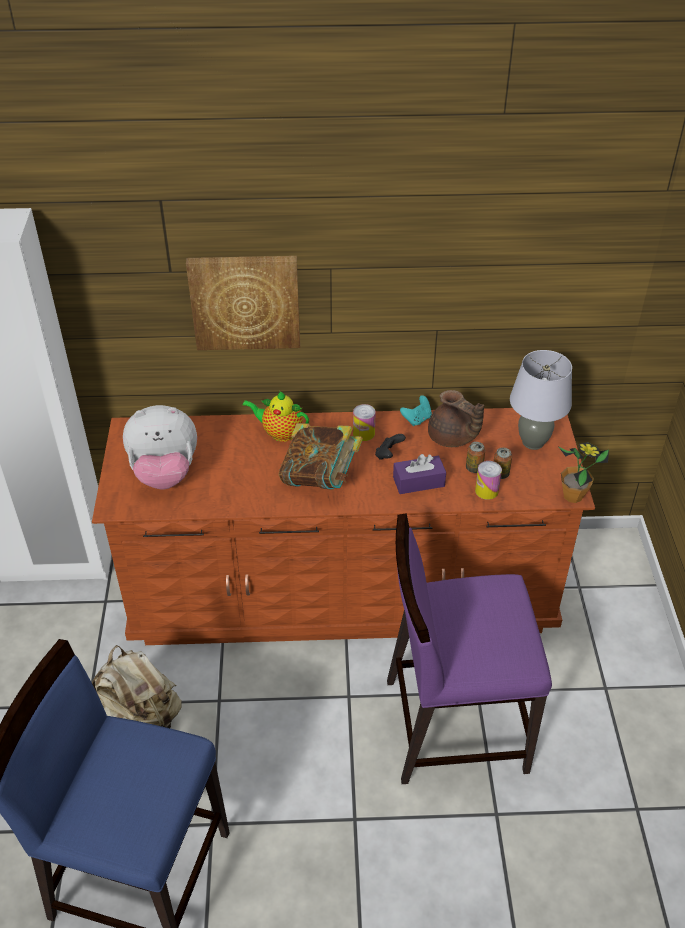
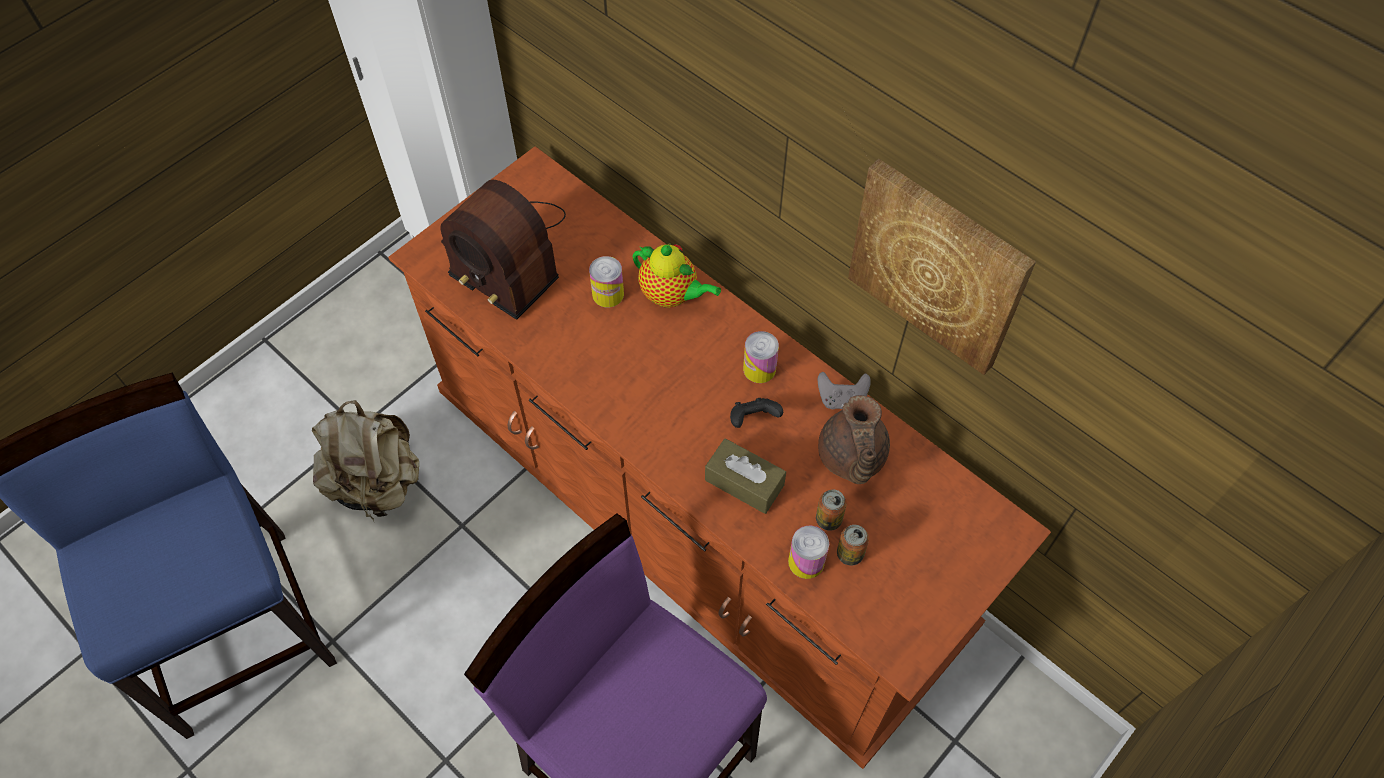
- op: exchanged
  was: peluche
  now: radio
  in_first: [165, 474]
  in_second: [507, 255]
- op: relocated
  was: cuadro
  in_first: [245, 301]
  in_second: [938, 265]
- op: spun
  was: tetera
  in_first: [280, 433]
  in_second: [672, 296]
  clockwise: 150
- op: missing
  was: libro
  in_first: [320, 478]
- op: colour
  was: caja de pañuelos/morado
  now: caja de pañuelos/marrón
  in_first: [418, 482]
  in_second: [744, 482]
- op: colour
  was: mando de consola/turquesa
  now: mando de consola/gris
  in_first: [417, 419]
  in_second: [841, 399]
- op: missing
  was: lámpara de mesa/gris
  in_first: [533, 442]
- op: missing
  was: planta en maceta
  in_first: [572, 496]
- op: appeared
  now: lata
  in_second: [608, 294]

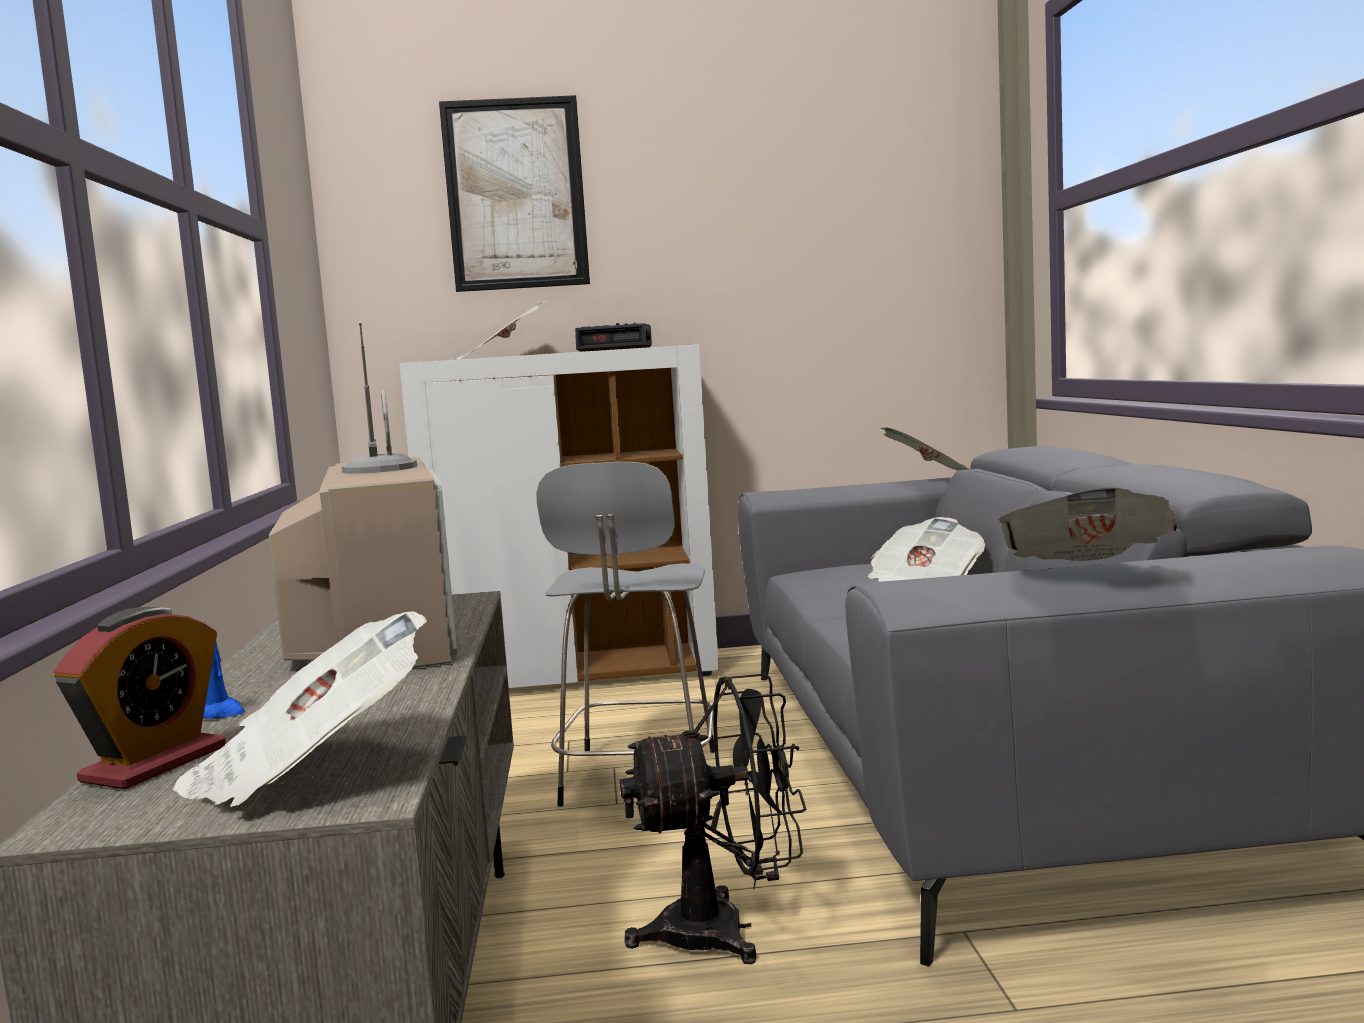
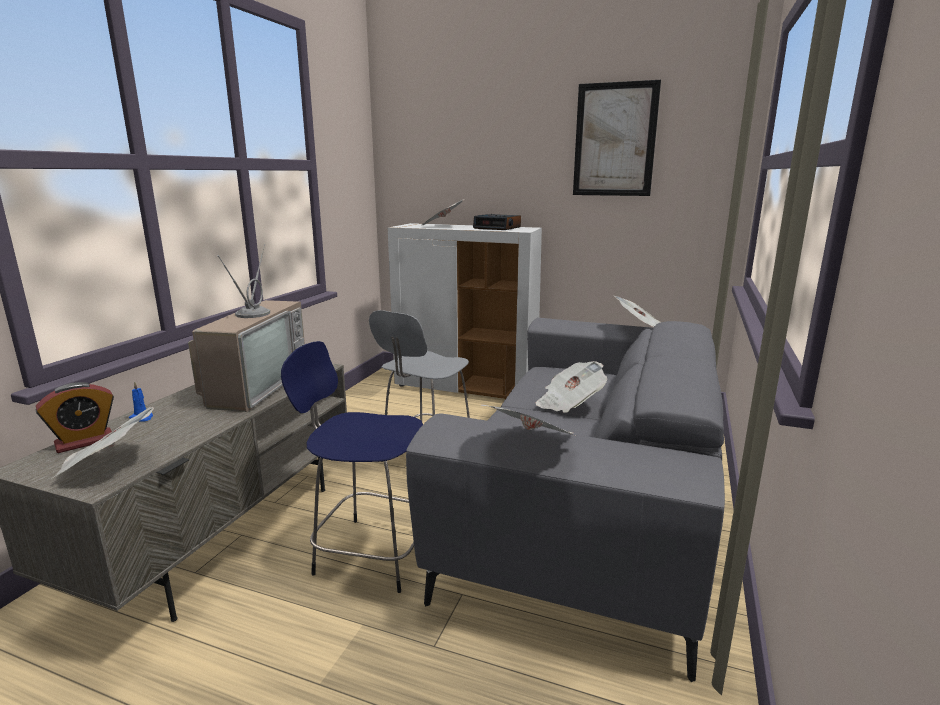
- op: relocated
  was: cuadro
  in_first: [516, 194]
  in_second: [614, 140]
- op: exchanged
  was: ventilador/negro
  now: taburete/azul
  in_first: [726, 930]
  in_second: [370, 552]

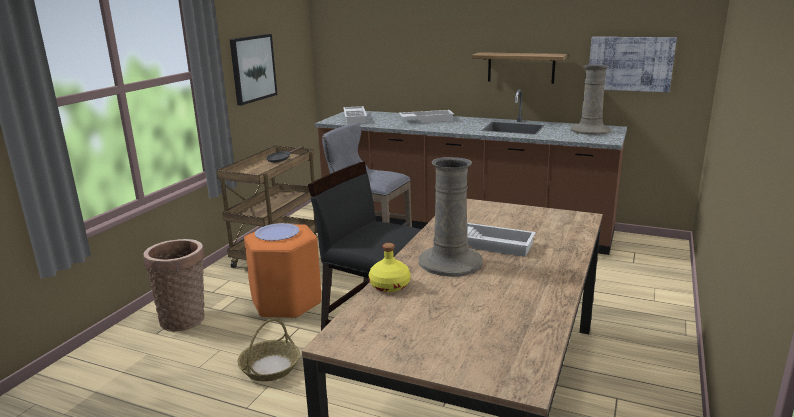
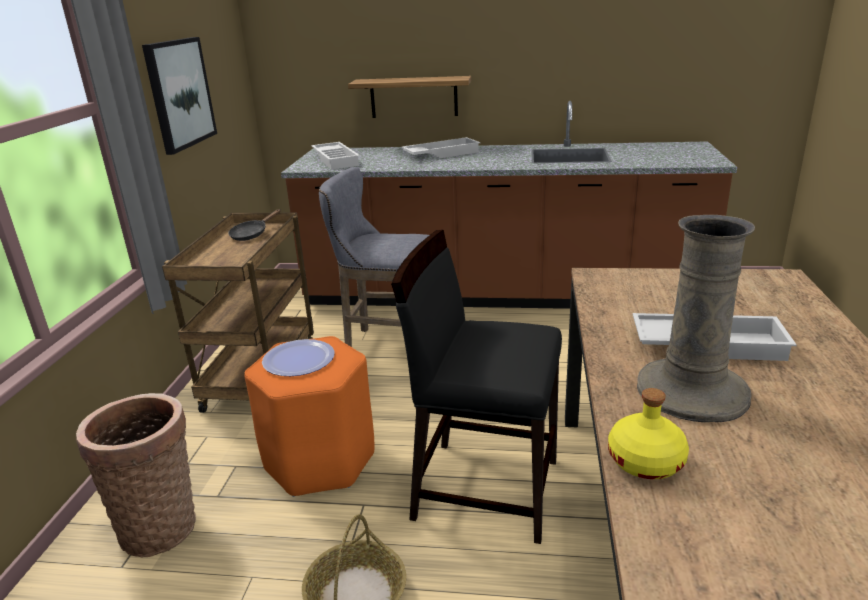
- op: relocated
  was: estante
  in_first: [521, 67]
  in_second: [413, 97]
- op: missing
  was: florero/beis
  in_first: [590, 130]
- op: missing
  was: cuadro
  in_first: [630, 63]

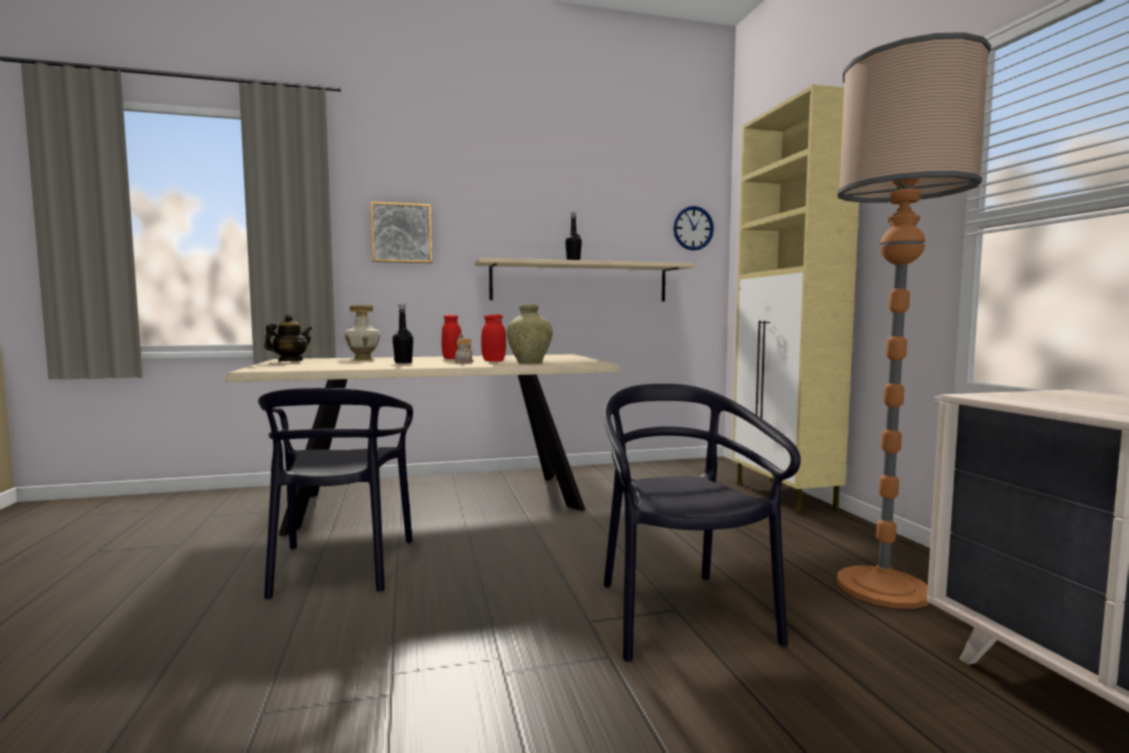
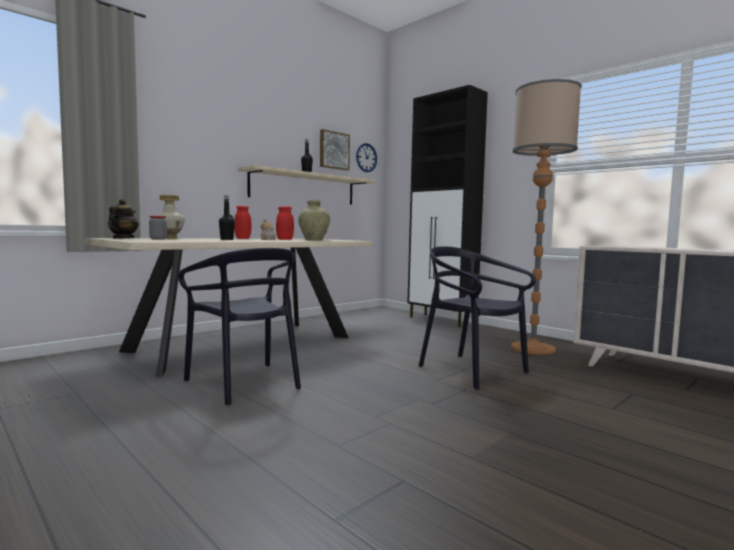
- op: relocated
  was: cuadro
  in_first: [401, 233]
  in_second: [333, 150]
- op: colour
  was: armario/beis
  now: armario/negro
  in_first: [784, 497]
  in_second: [442, 320]
- op: appeared
  now: tarro
  in_second: [158, 239]

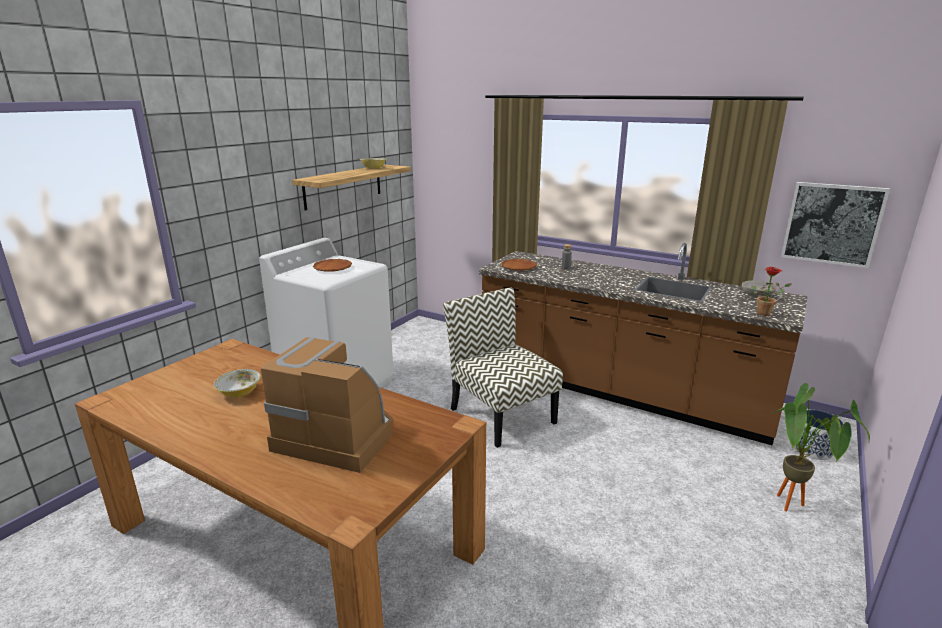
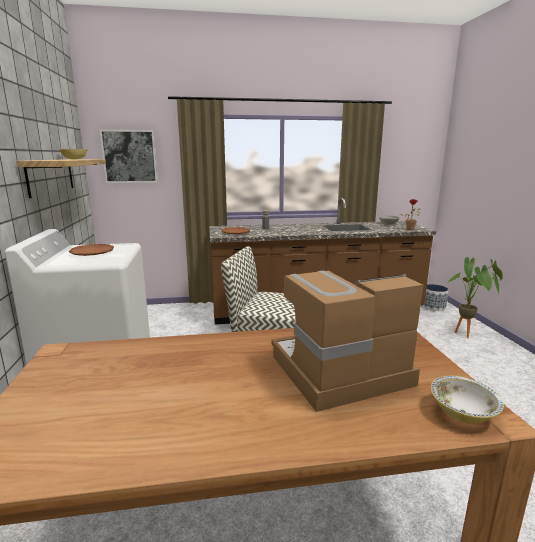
- op: relocated
  was: cuenco
  in_first: [239, 392]
  in_second: [462, 413]
- op: relocated
  was: cuadro
  in_first: [832, 224]
  in_second: [130, 156]

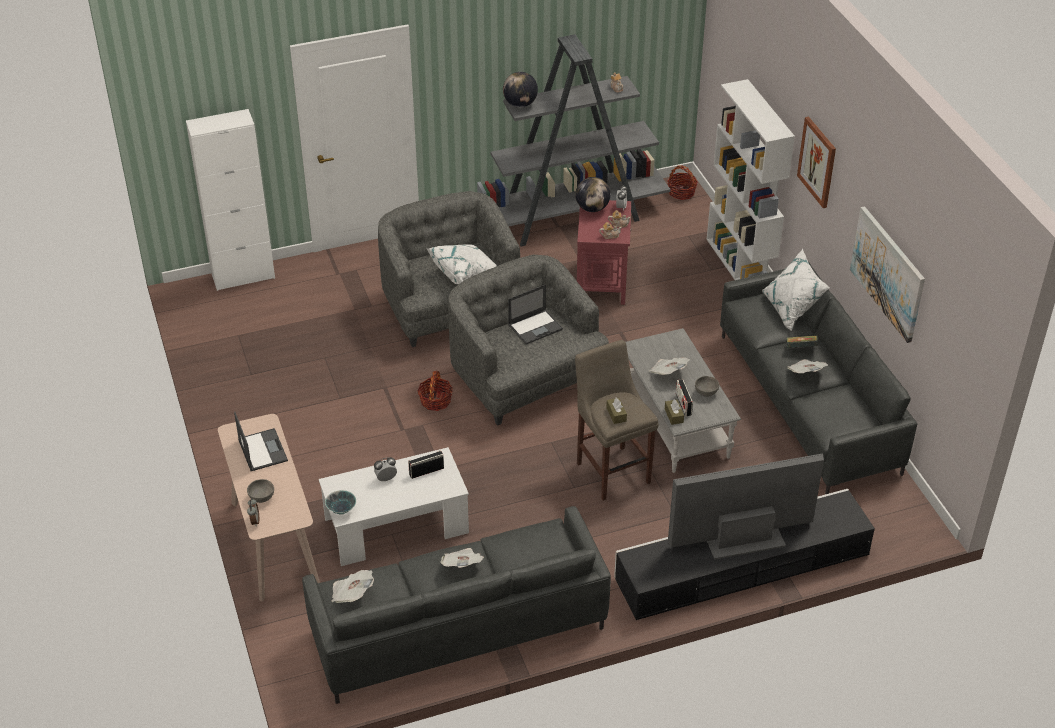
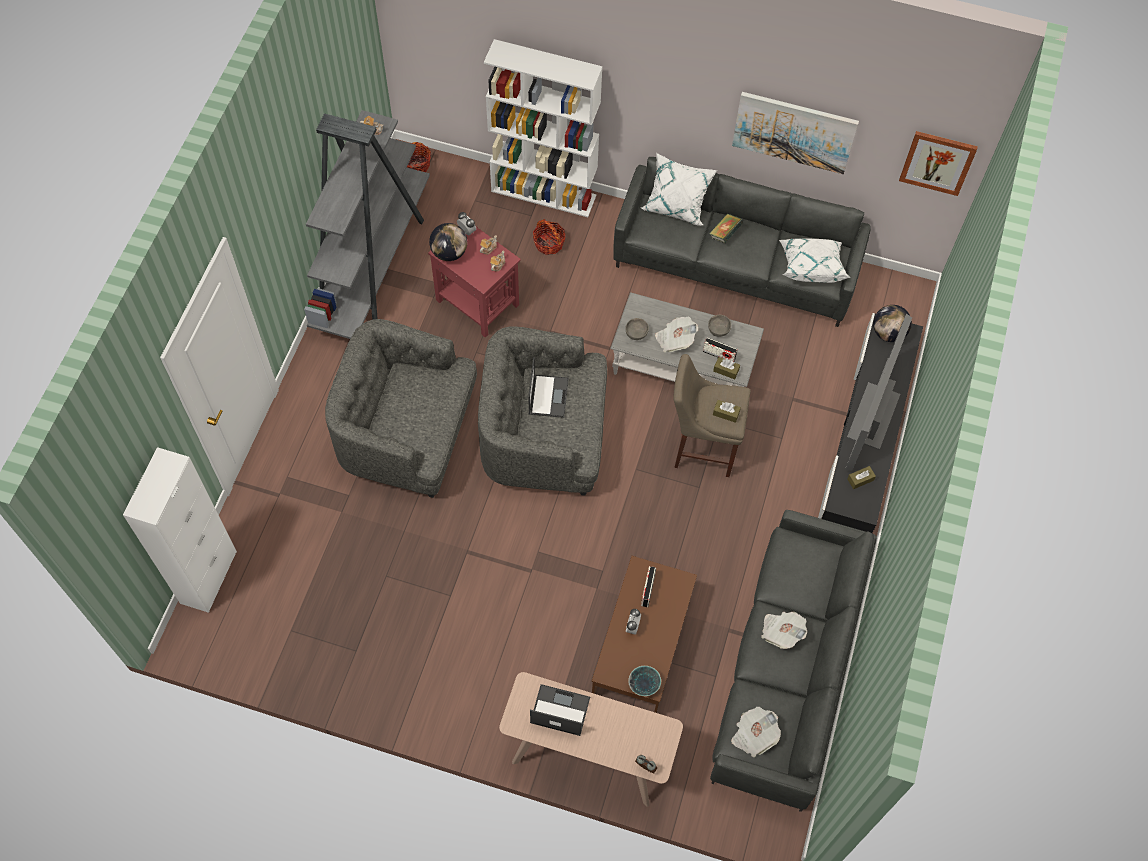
- op: relocated
  was: cuenco/gris
  in_first: [262, 498]
  in_second: [636, 334]
- op: colour
  was: mesa de centro/blanco
  now: mesa de centro/marrón
  in_first: [396, 526]
  in_second: [641, 646]
- op: relocated
  was: cesta
  in_first: [435, 401]
  in_second: [549, 243]
- op: relocated
  was: cojín/blanco
  in_first: [467, 274]
  in_second: [811, 266]
- op: relocated
  was: globo terráqueo
  in_first: [520, 104]
  in_second: [888, 333]
- op: missing
  was: periódico
  in_first: [806, 374]
- op: relocated
  was: cuadro
  in_first: [817, 162]
  in_second: [937, 162]
- op: appeared
  now: caja de pañuelos/marrón
  in_second: [860, 479]

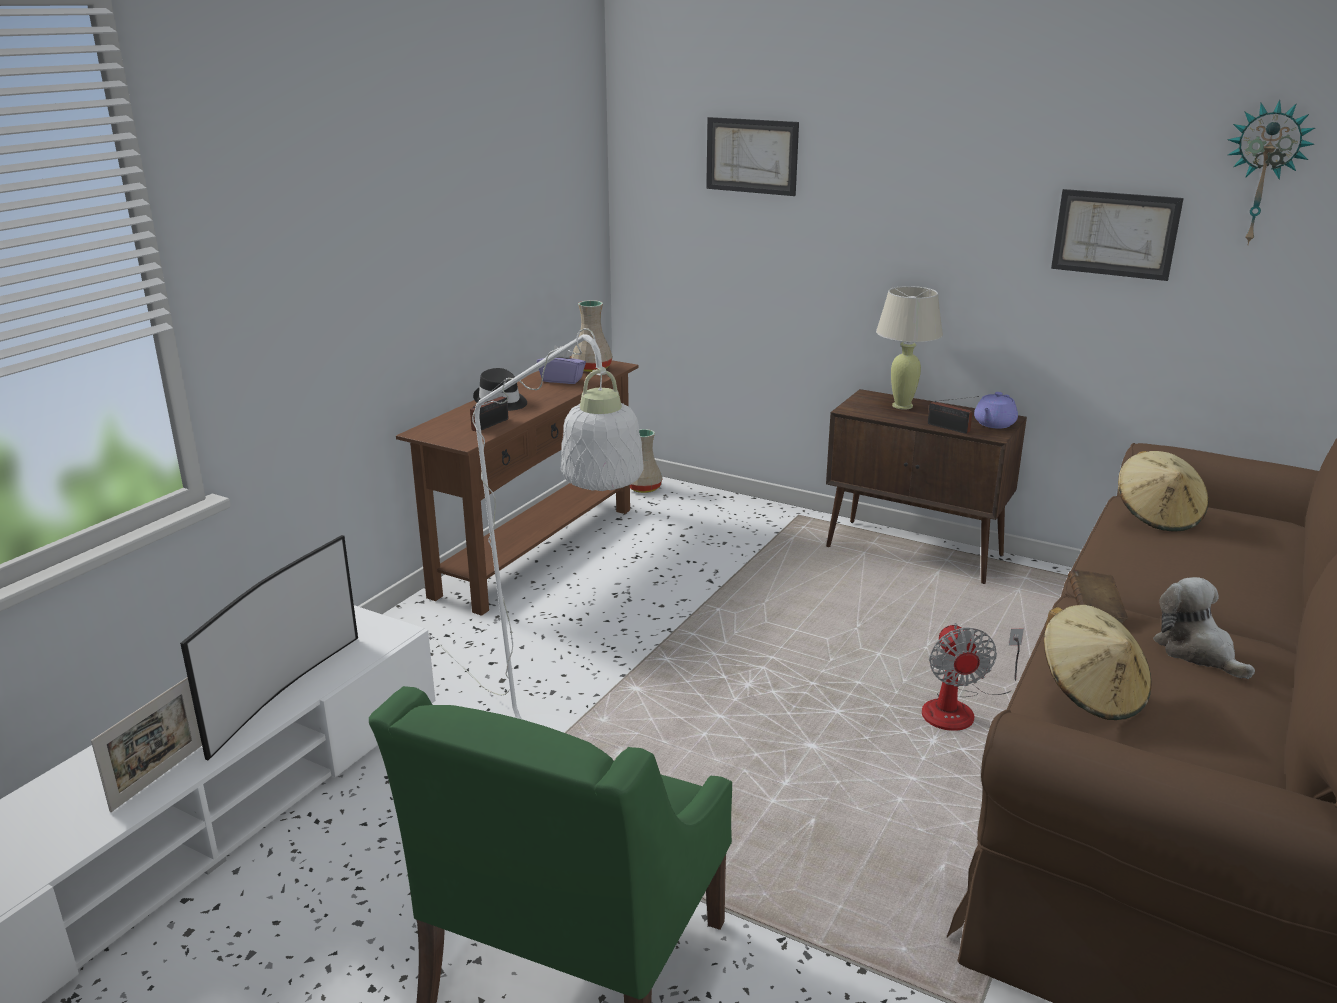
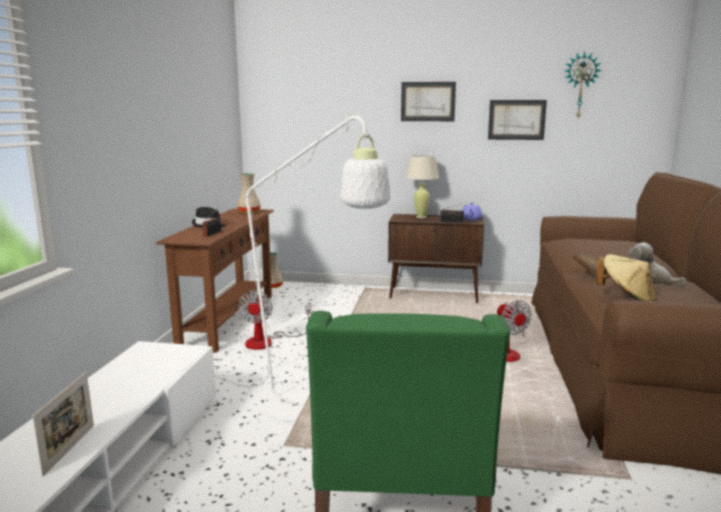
- op: missing
  was: televisor
  in_first: [280, 691]
- op: missing
  was: caja de pañuelos/morado
  in_first: [562, 380]
- op: relocated
  was: cuadro
  in_first: [752, 156]
  in_second: [428, 101]
- op: missing
  was: sombrero/beis
  in_first: [1157, 516]
- op: appeared
  now: ventilador
  in_second: [268, 341]

